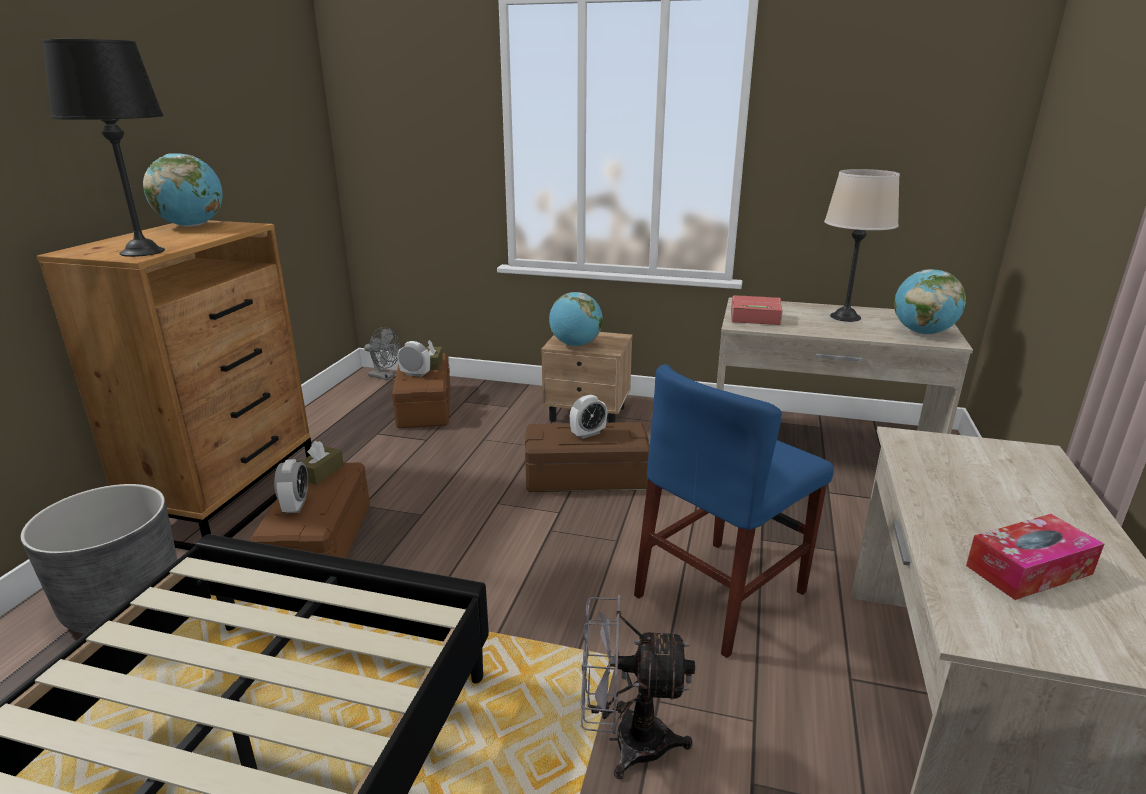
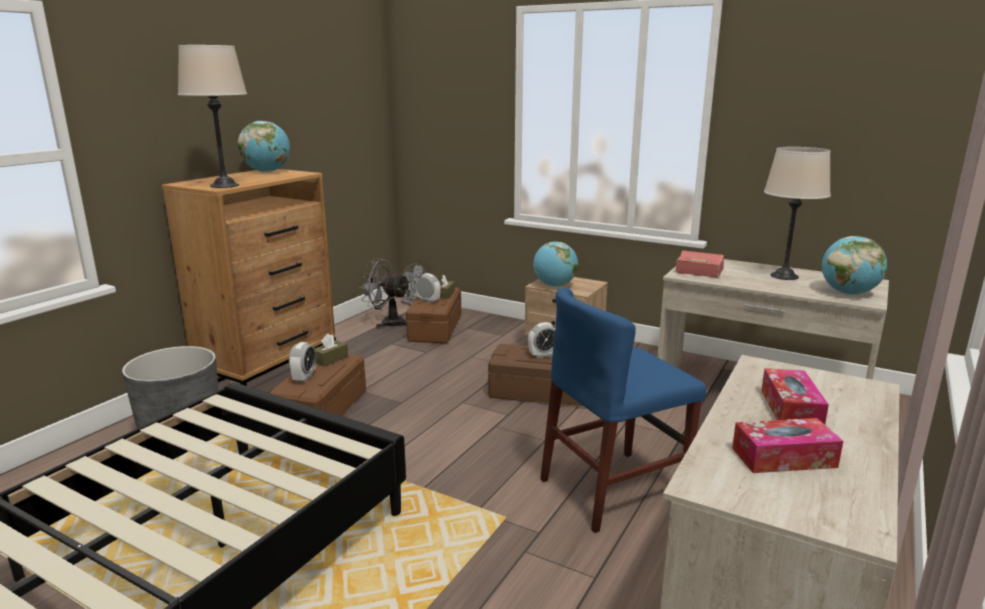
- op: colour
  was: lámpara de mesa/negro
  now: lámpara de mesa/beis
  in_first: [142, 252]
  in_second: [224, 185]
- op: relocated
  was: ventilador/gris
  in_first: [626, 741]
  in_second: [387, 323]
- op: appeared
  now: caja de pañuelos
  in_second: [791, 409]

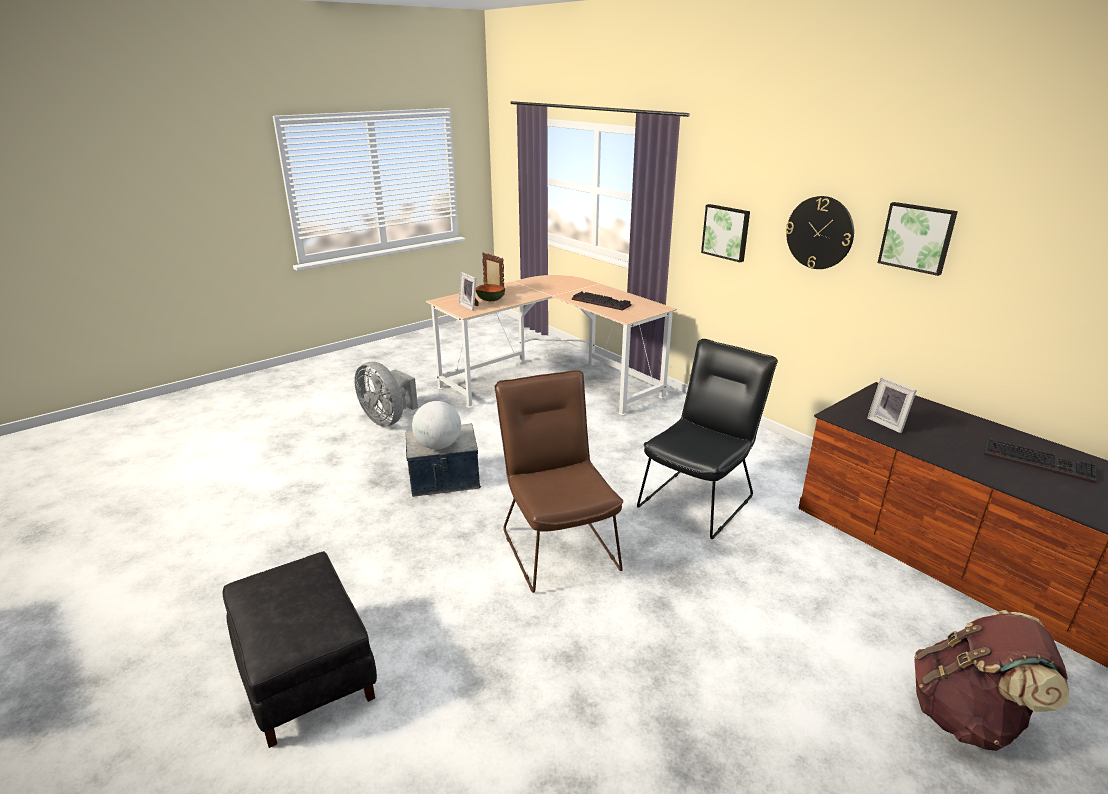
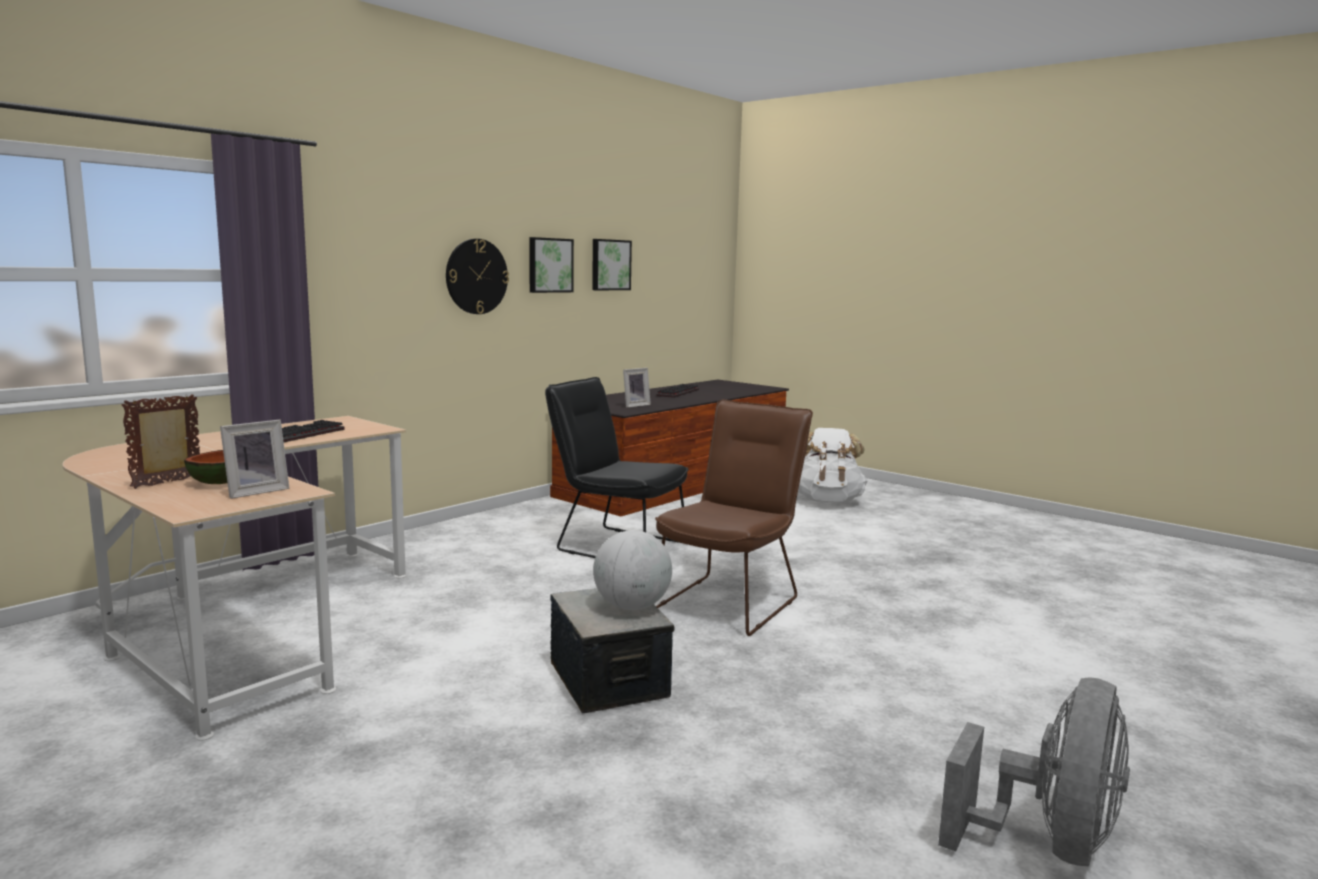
- op: missing
  was: puf/negro
  in_first: [307, 674]
- op: relocated
  was: ventilador/gris
  in_first: [387, 419]
  in_second: [1048, 844]
- op: spun
  was: silla/marrón
  in_first: [557, 544]
  in_second: [731, 601]
  clockwise: 150
- op: relocated
  was: cuadro
  in_first: [726, 232]
  in_second: [610, 265]
- op: colour
  was: mochila/marrón
  now: mochila/blanco
  in_first: [968, 716]
  in_second: [827, 501]

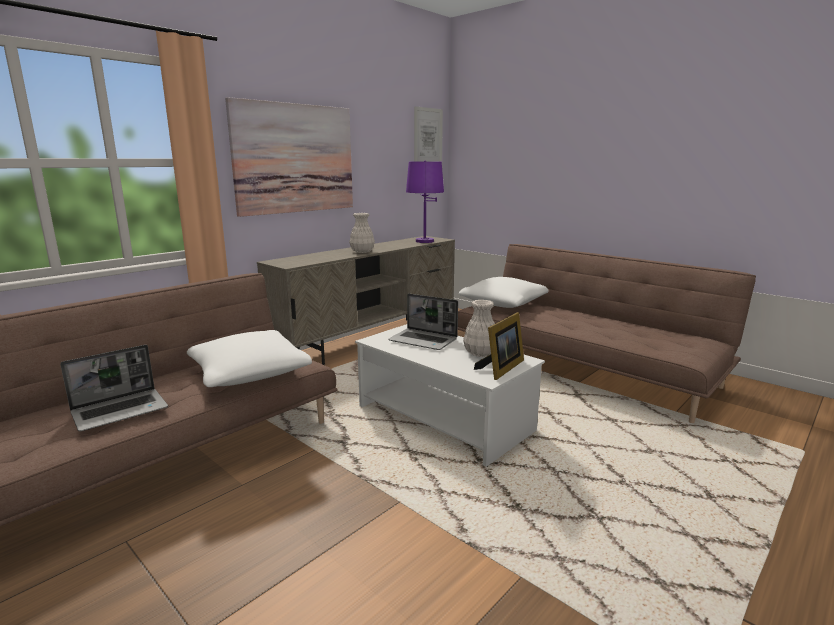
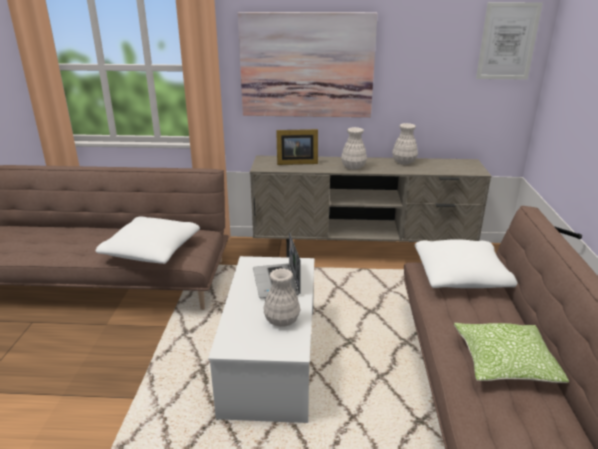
- op: missing
  was: portátil
  in_first: [121, 410]
- op: missing
  was: lámpara de mesa/morado
  in_first: [424, 241]
- op: relocated
  was: portarretratos
  in_first: [501, 368]
  in_second: [295, 162]
- op: appeared
  now: florero/blanco
  in_second: [403, 162]
- op: appeared
  now: cojín
  in_second: [505, 363]

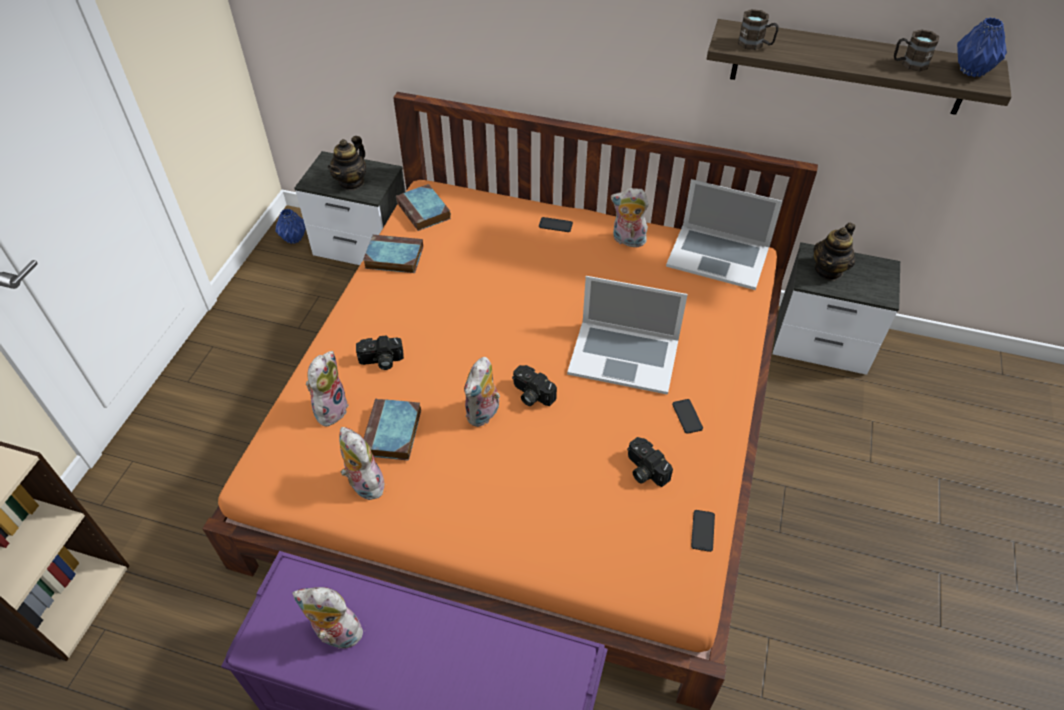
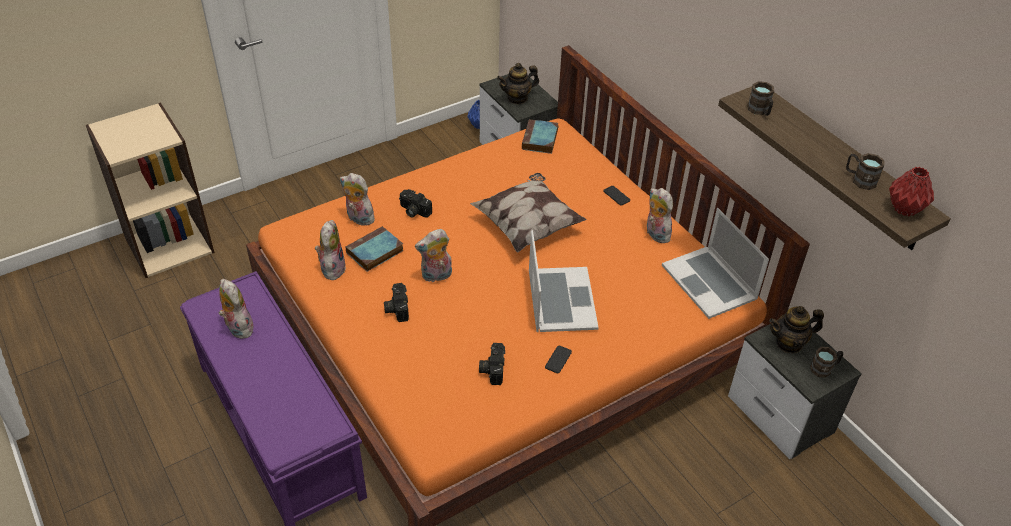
- op: spun
  was: peluche
  in_first: [330, 408]
  in_second: [358, 219]
  clockwise: -120
- op: missing
  was: libro
  in_first: [392, 257]
- op: relocated
  was: cámara
  in_first: [531, 395]
  in_second: [396, 308]
- op: spun
  was: portátil
  in_first: [624, 356]
  in_second: [561, 299]
  clockwise: -150
- op: missing
  was: móvil
  in_first: [702, 530]
- op: colour
  was: florero/azul
  now: florero/rojo
  in_first: [973, 71]
  in_second: [905, 209]
- op: appeared
  now: cojín
  in_second: [527, 225]
- op: appeared
  now: taza grande/marrón
  in_second: [824, 368]

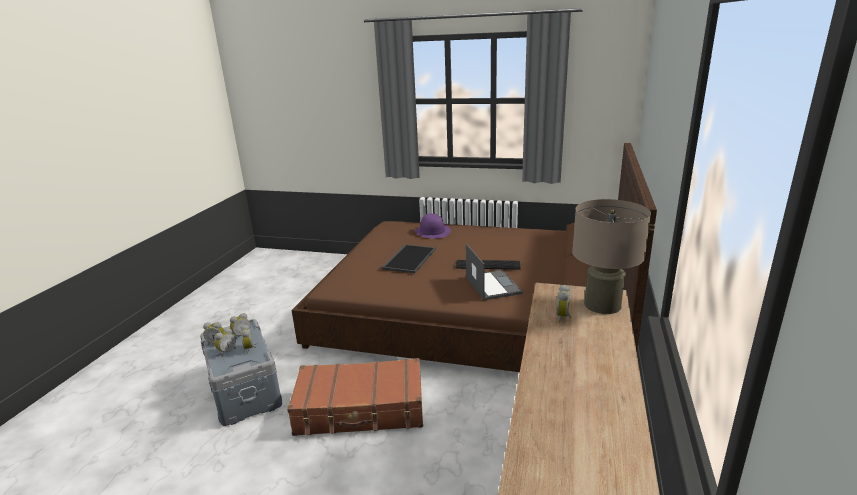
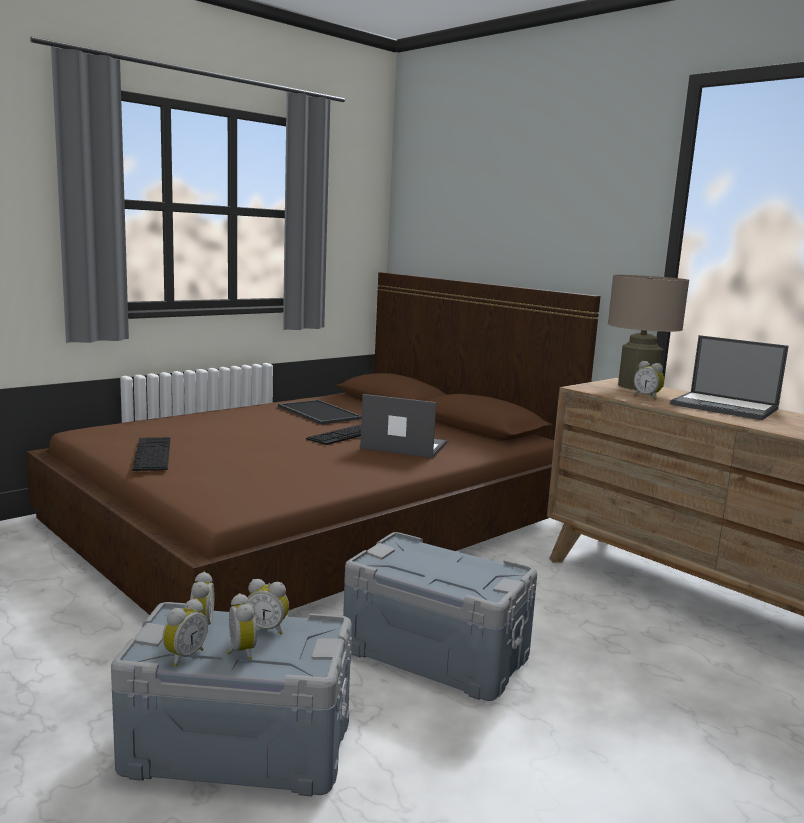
- op: exchanged
  was: maleta/marrón
  now: caja de almacenaje/gris
  in_first: [360, 409]
  in_second: [436, 652]
- op: relocated
  was: bandeja
  in_first: [409, 258]
  in_second: [317, 412]
- op: missing
  was: sombrero/morado
  in_first: [432, 231]
- op: appeared
  now: teclado
  in_second: [152, 453]
- op: appeared
  now: portátil
  in_second: [725, 407]

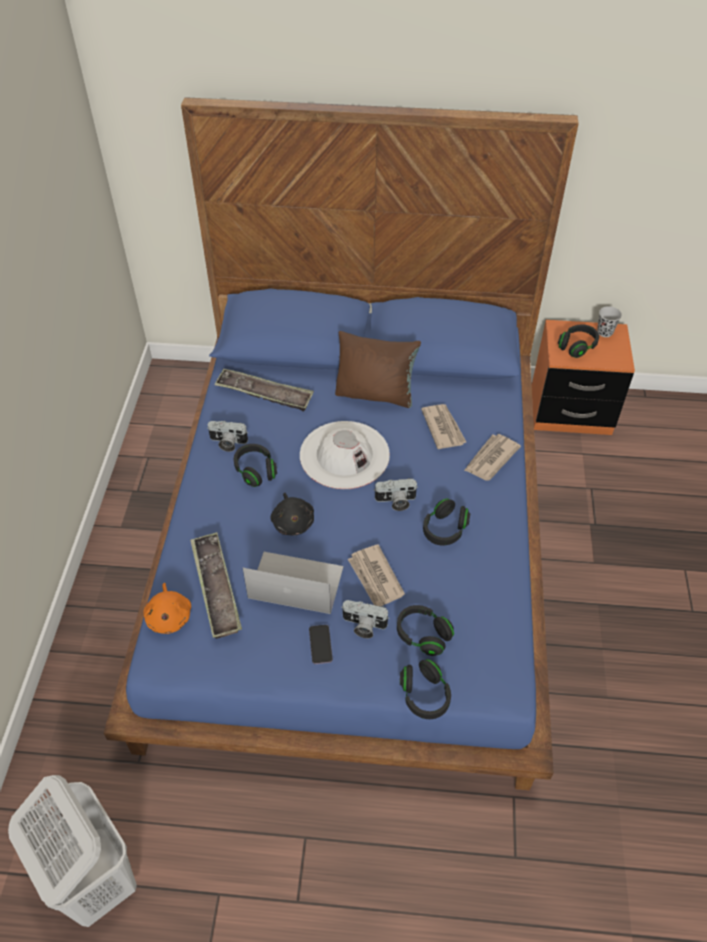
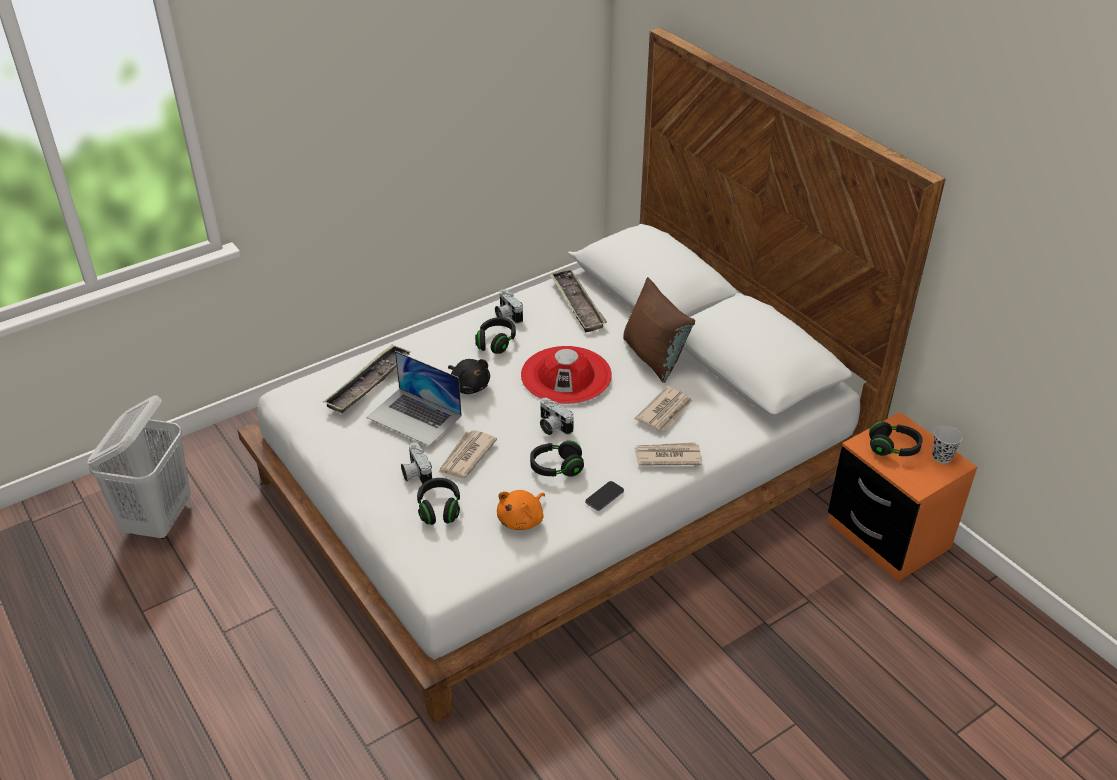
- op: colour
  was: cama/azul
  now: cama/blanco
  in_first: [355, 543]
  in_second: [560, 481]
- op: relocated
  was: peluche/naranja
  in_first: [169, 617]
  in_second: [522, 520]
- op: spun
  was: portátil
  in_first: [295, 582]
  in_second: [414, 416]
  clockwise: 150
- op: spun
  was: peluche/negro
  in_first: [293, 522]
  in_second: [469, 386]
  clockwise: -75
- op: colour
  was: sombrero/blanco
  now: sombrero/rojo
  in_first: [344, 455]
  in_second: [566, 375]
- op: relocated
  was: móvil
  in_first: [320, 645]
  in_second: [604, 497]
- op: missing
  was: auriculares/negro
  in_first: [424, 695]

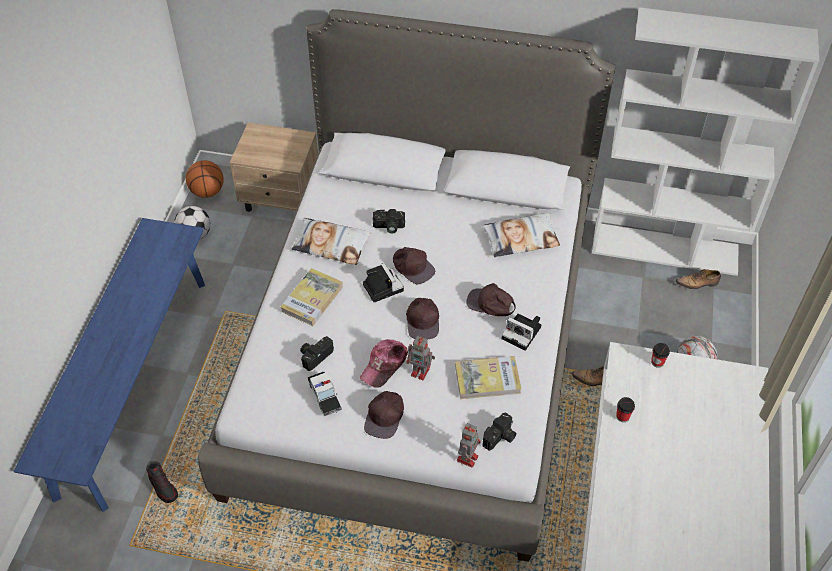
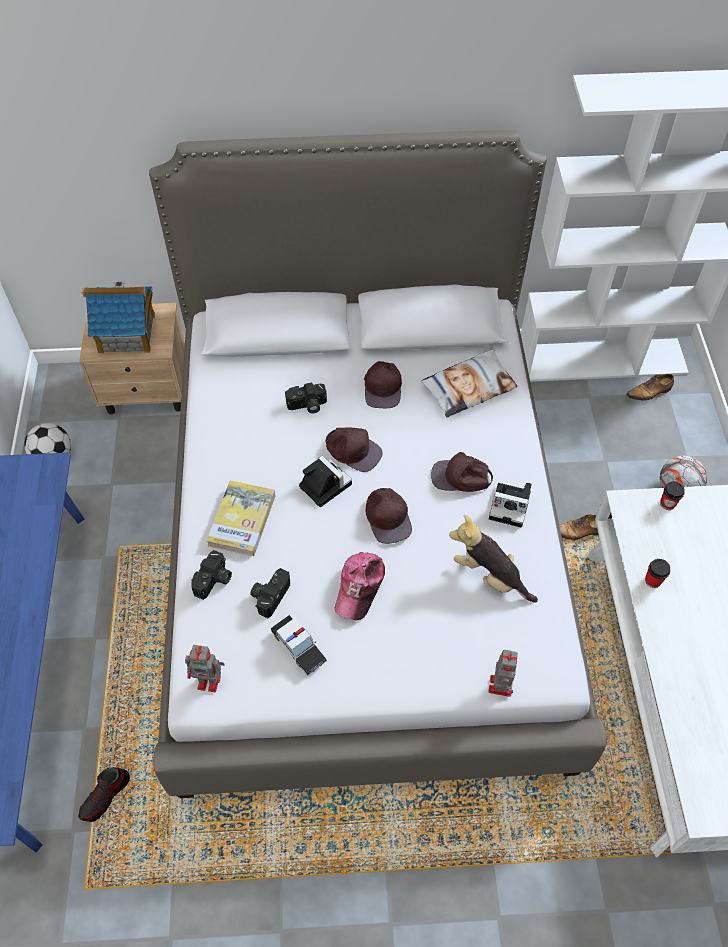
- op: spun
  was: zapato
  in_first: [163, 486]
  in_second: [105, 796]
  clockwise: 90
- op: missing
  was: balón de baloncesto
  in_first: [207, 192]
- op: missing
  was: cojín
  in_first: [331, 245]
- op: relocated
  was: gorra/marrón
  in_first: [385, 416]
  in_second: [383, 387]
- op: relocated
  was: robot de juguete
  in_first: [421, 372]
  in_second: [210, 680]
- op: exchanged
  was: libro
  now: peluche
  in_first: [487, 379]
  in_second: [489, 575]
- op: relocated
  was: cámara
  in_first: [500, 438]
  in_second: [214, 581]
- op: appeared
  now: casita
  in_second: [127, 333]

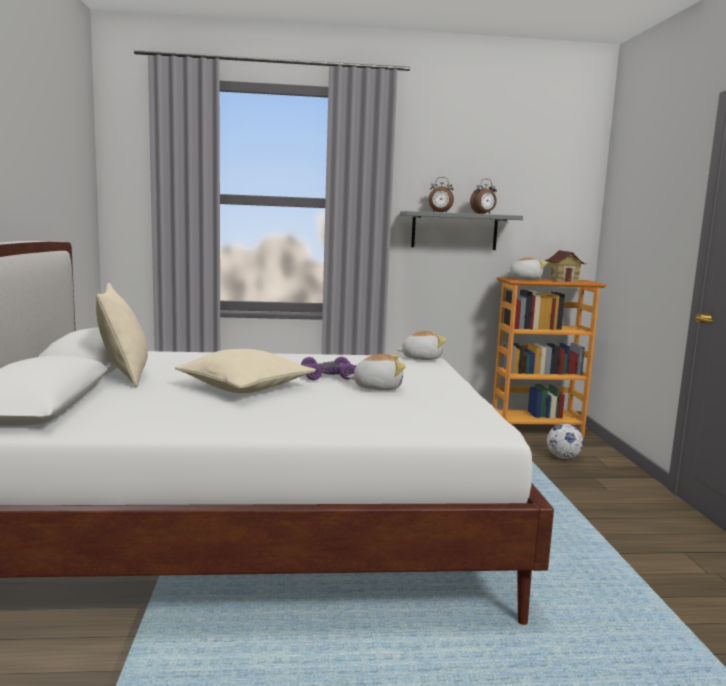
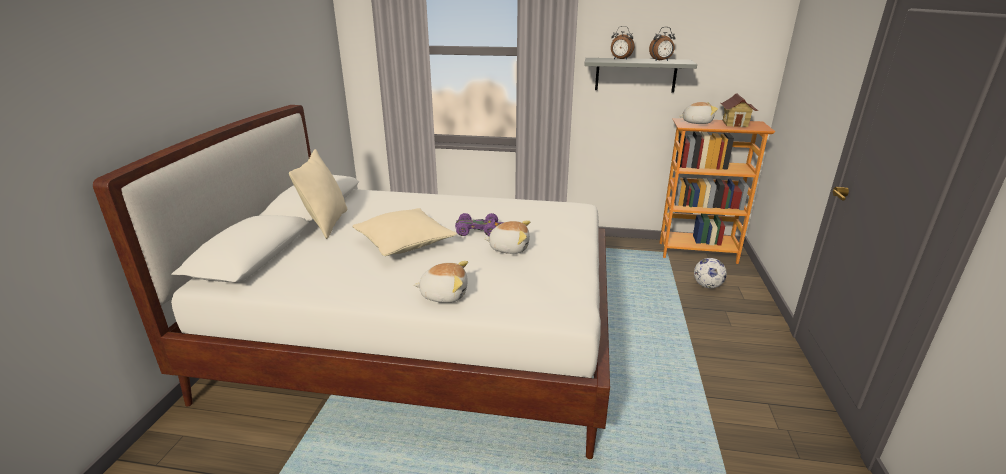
- op: relocated
  was: peluche
  in_first: [421, 358]
  in_second: [444, 294]

